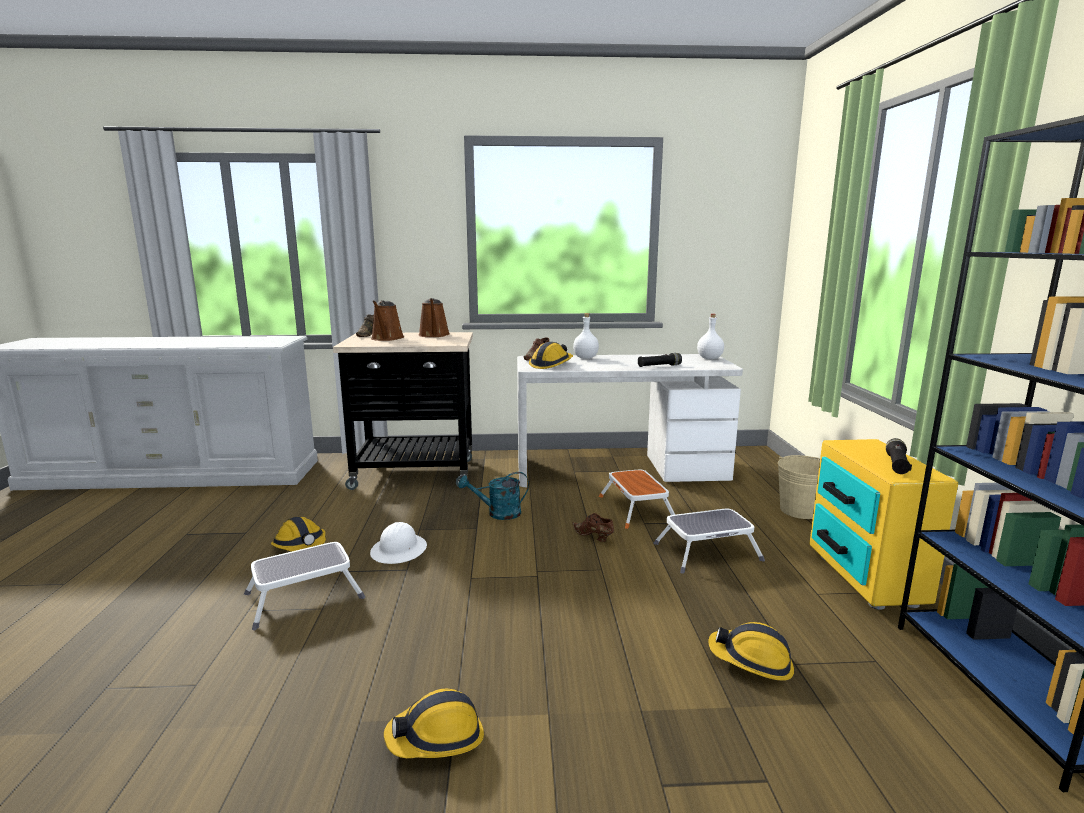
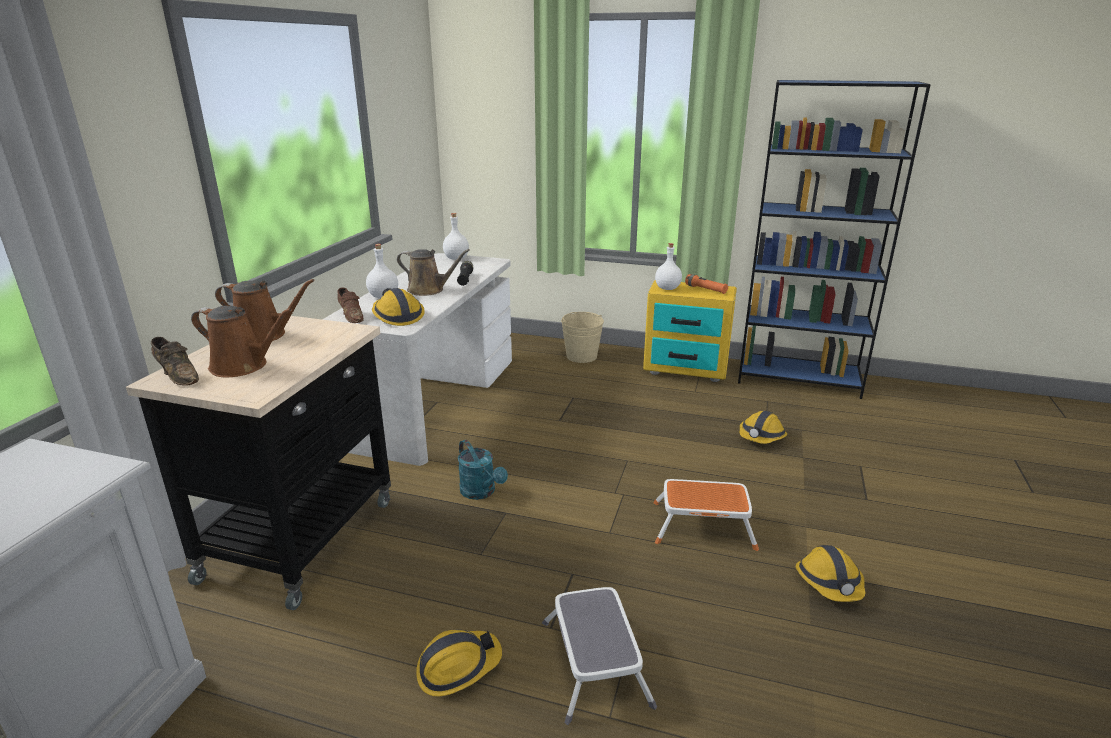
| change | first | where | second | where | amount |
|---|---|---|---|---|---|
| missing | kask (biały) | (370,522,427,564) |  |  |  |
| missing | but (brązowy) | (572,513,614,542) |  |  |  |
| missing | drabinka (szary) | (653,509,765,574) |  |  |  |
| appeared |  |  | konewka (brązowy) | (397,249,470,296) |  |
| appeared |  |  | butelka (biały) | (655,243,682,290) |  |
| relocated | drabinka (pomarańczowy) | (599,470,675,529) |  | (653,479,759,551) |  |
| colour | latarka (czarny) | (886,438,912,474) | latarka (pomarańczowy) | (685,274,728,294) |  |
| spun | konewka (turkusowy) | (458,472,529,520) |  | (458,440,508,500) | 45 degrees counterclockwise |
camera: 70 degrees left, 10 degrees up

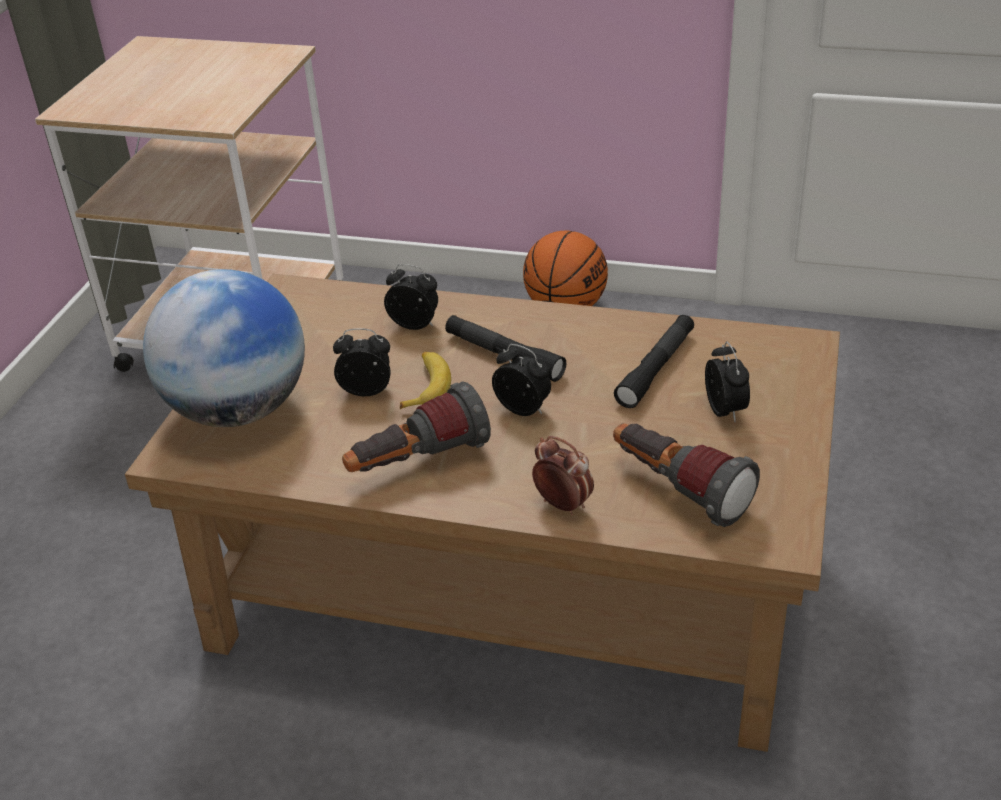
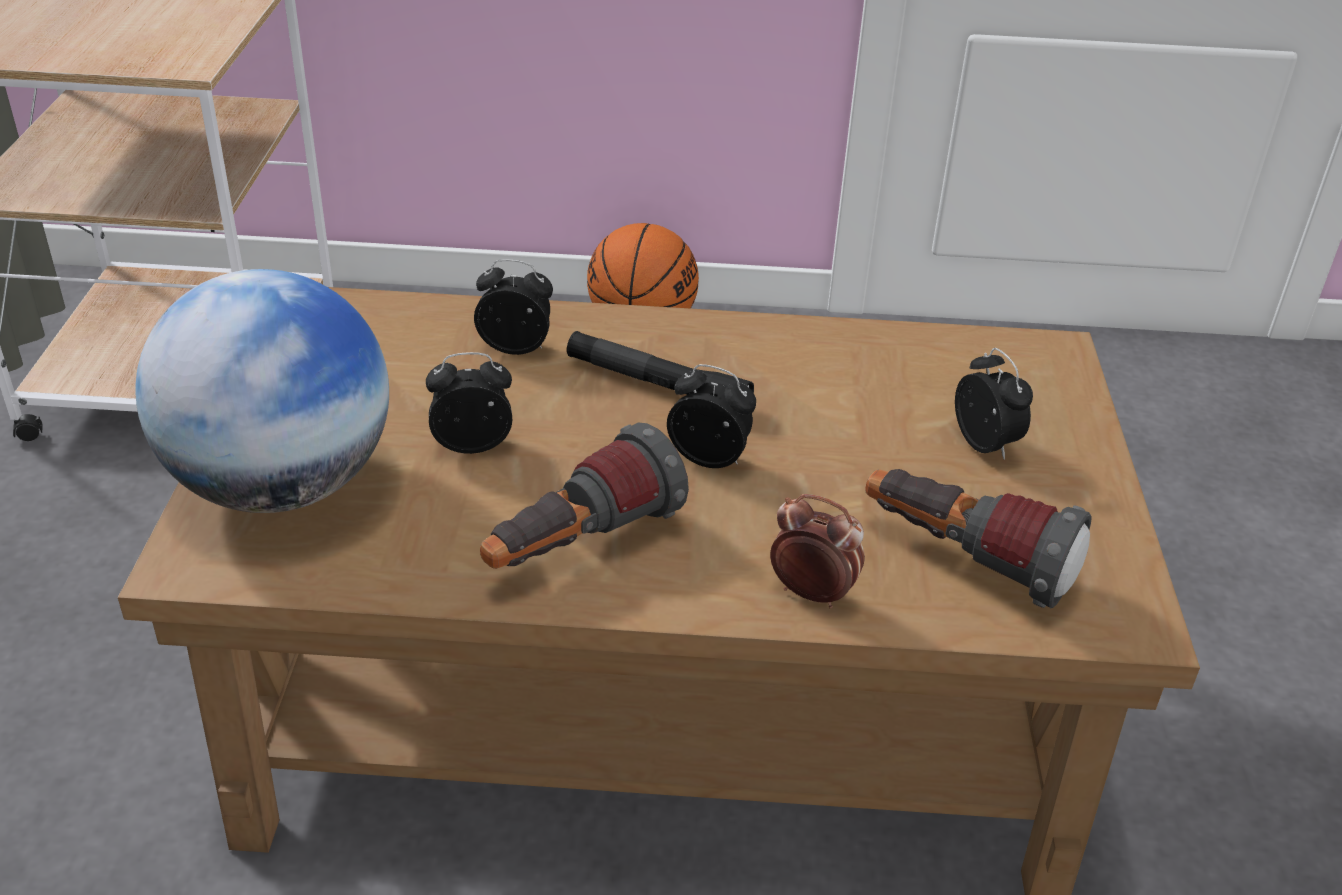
| change | first | where | second | where | amount |
|---|---|---|---|---|---|
| missing | banan | (400,352,451,409) |  |  |  |
| missing | latarka (czarny) | (614,315,694,408) |  |  |  |
camera: 15 degrees left, 0 degrees up

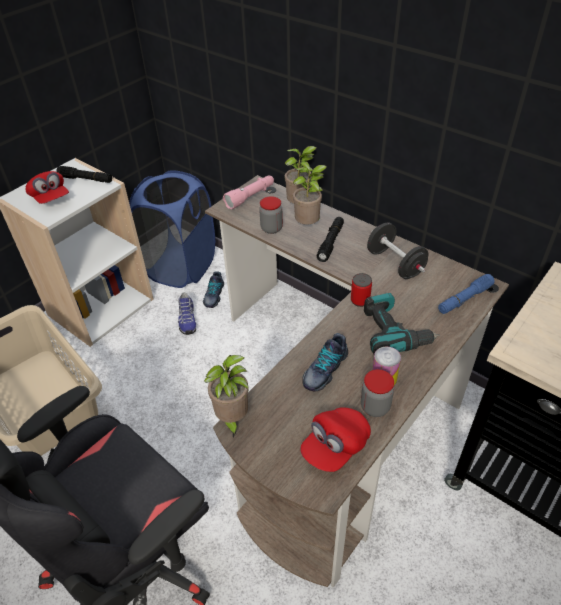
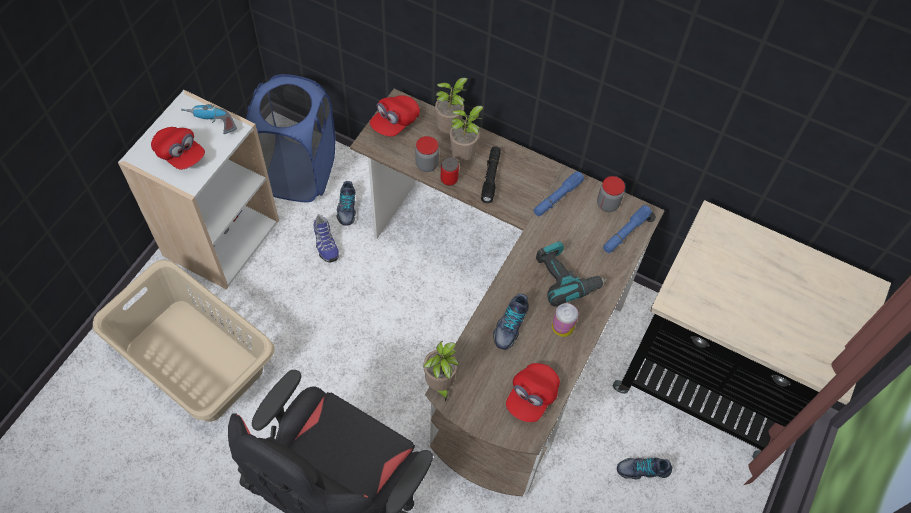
| change | first | where | second | where | amount |
|---|---|---|---|---|---|
| appeared |  |  | but | (617,457,672,480) |  |
| relocated | puszka | (351,273,372,307) |  | (440,157,459,186) |  |
| relocated | słoik | (361,369,394,417) |  | (597,176,625,212) |  |
| exchanged | latarka (czarny) | (56,166,112,183) | wiertarka | (181,104,237,134) |  |
| exchanged | latarka (różowy) | (223,176,274,209) | czapka z daszkiem (czerwony) | (370,95,420,137) |  |
| exchanged | hantel (czarny) | (367,222,428,279) | latarka (niebieski) | (533,171,584,216) |  |
camera: 15 degrees left, 15 degrees up

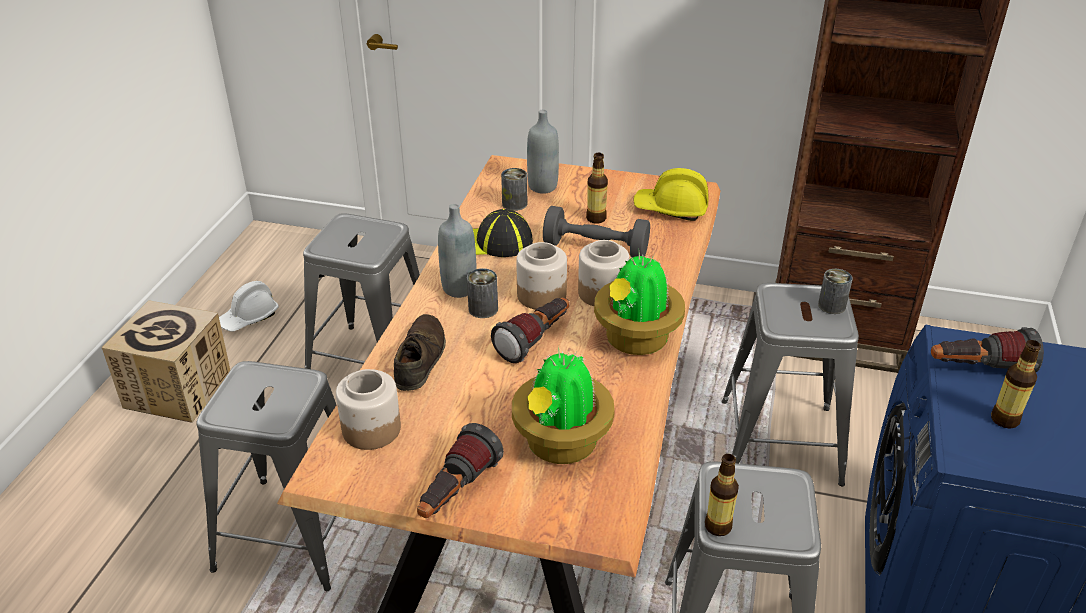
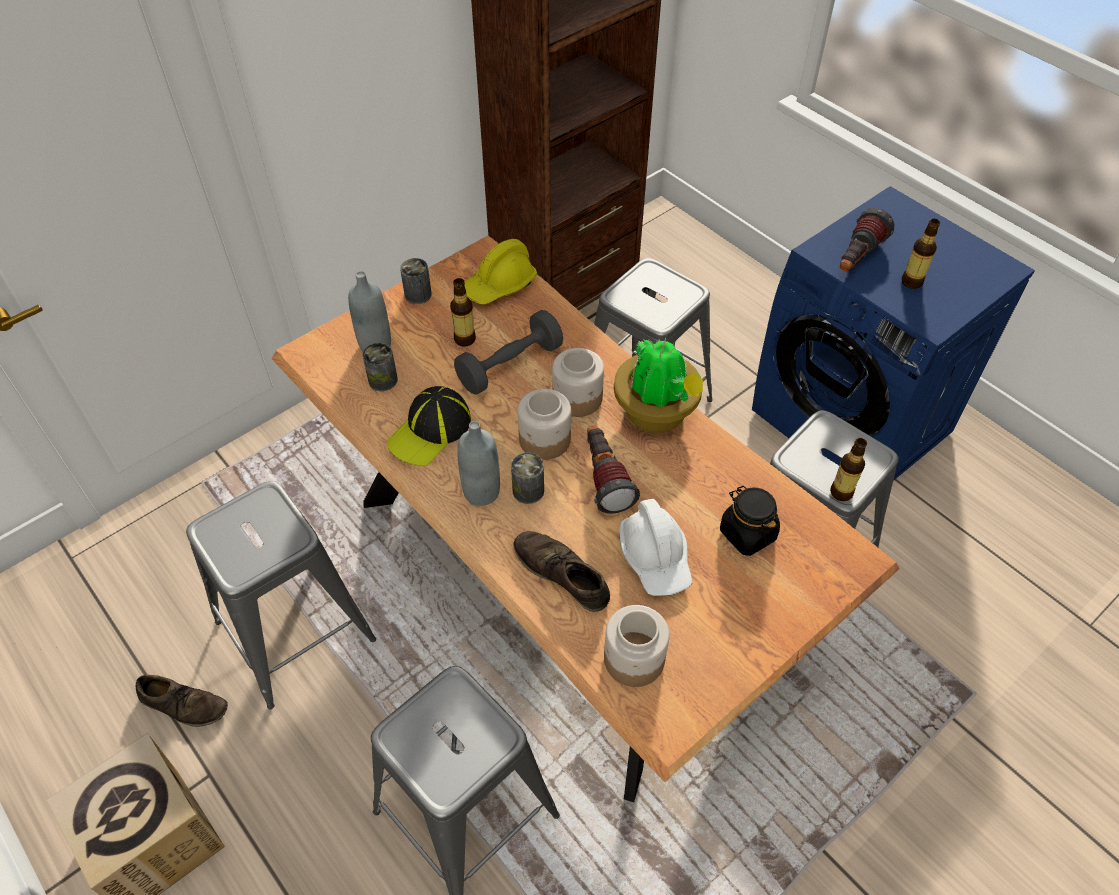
| change | first | where | second | where | amount |
|---|---|---|---|---|---|
| missing | latarka | (417,423,504,518) |  |  |  |
| appeared |  |  | but (brązowy) | (136,675,228,727) |  |
| relocated | kask (biały) | (219,281,279,331) |  | (619,499,692,596) |  |
| relocated | puszka | (818,269,853,314) |  | (400,258,432,304) |  |
| exchanged | roślina doniczkowa | (512,347,615,464) | słoik (czarny) | (720,486,780,556) |  |
camera: 55 degrees left, 15 degrees up

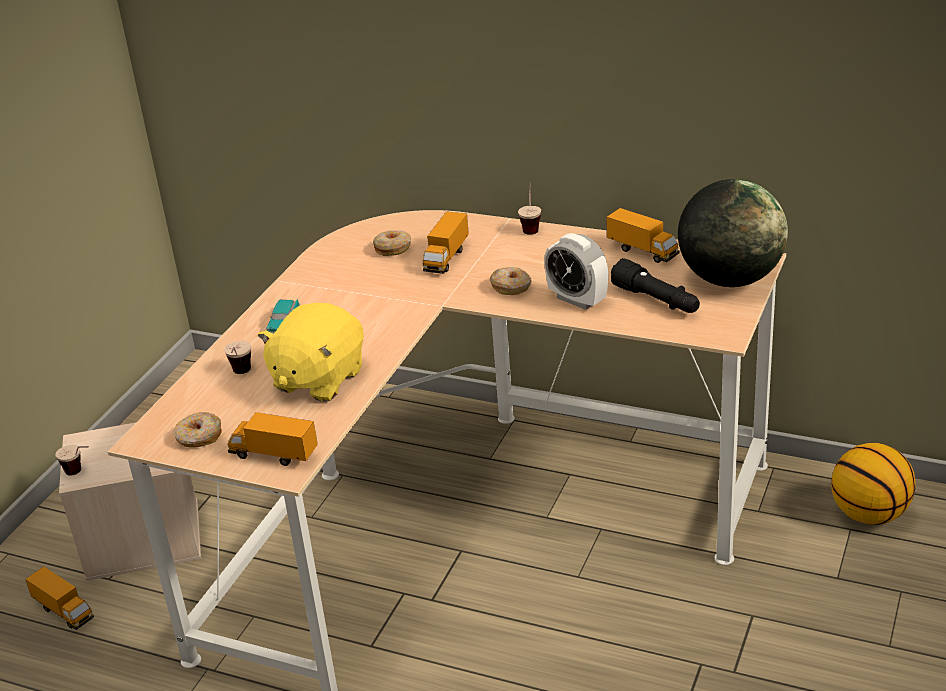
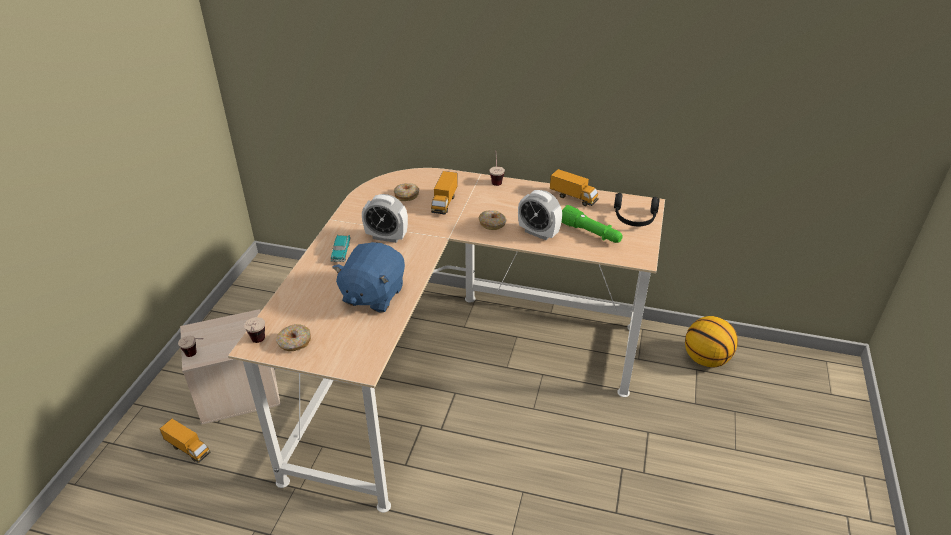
| change | first | where | second | where | amount |
|---|---|---|---|---|---|
| missing | ciężarówka zabawkowa | (228,412,318,466) |  |  |  |
| appeared |  |  | budzik | (362,194,408,243) |  |
| relocated | filiżanka | (224,341,251,374) |  | (244,317,265,343) |  |
| exchanged | globus | (678,179,788,287) | słuchawki (czarny) | (614,193,659,226) |  |
| colour | pluszak (żółty) | (257,303,364,402) | pluszak (niebieski) | (332,242,405,313) |  |
| colour | latarka (czarny) | (611,258,700,313) | latarka (zielony) | (562,205,623,243) |  |
camera: 10 degrees left, 5 degrees up

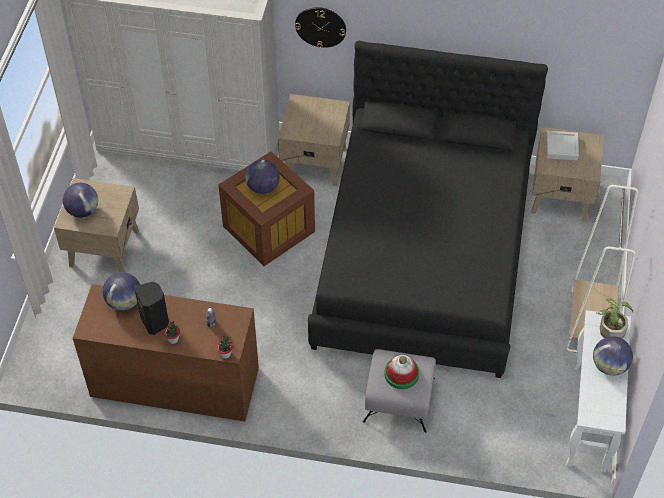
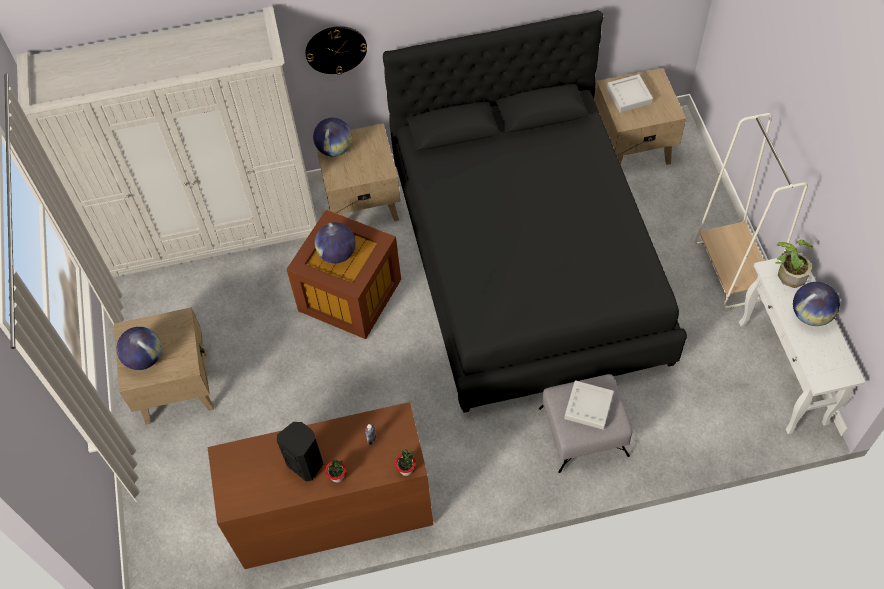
| change | first | where | second | where | amount |
|---|---|---|---|---|---|
| relocated | globus | (103,272,140,311) |  | (313,118,352,157) |  |
| exchanged | kapelusz | (384,355,419,389) | taca (szary) | (564,381,614,430) |  |
camera: 20 degrees left, 5 degrees up

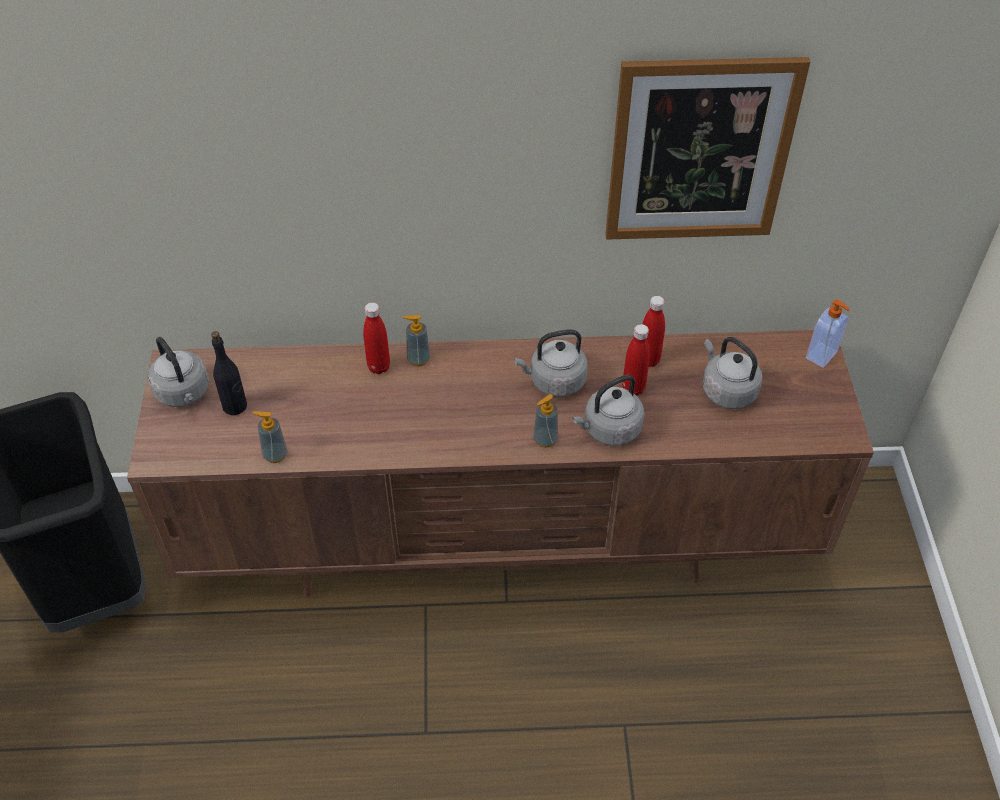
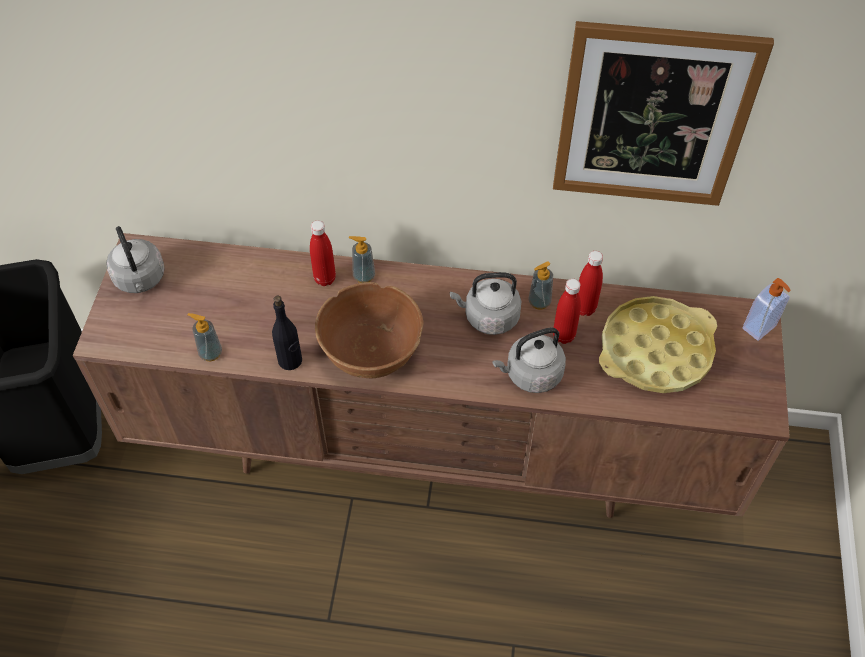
| change | first | where | second | where | amount |
|---|---|---|---|---|---|
| appeared |  |  | miska (brązowy) | (315,282,424,378) |  |
| relocated | butelka (czarny) | (211,331,247,415) |  | (272,296,302,370) |  |
| relocated | dozownik mydła | (533,394,558,448) |  | (529,261,553,310) |  |
| exchanged | czajnik (szary) | (703,337,762,409) | taca (żółty) | (599,296,717,393) |  |
camera: 10 degrees right, 5 degrees up

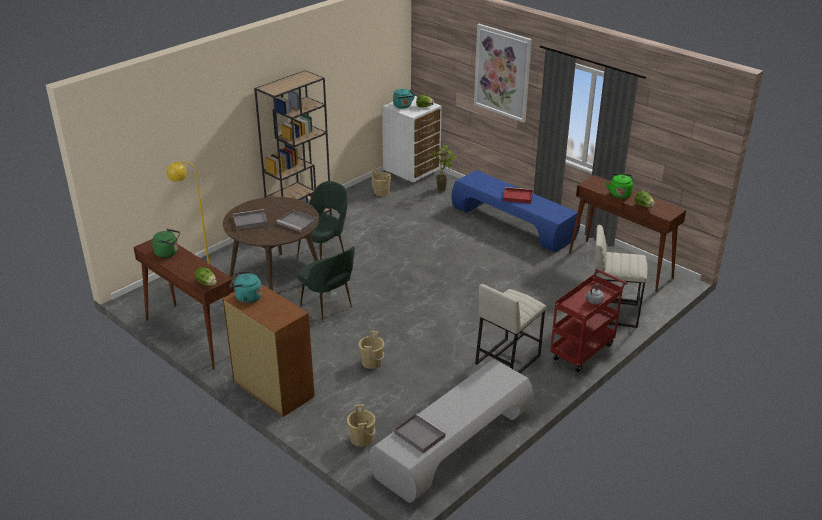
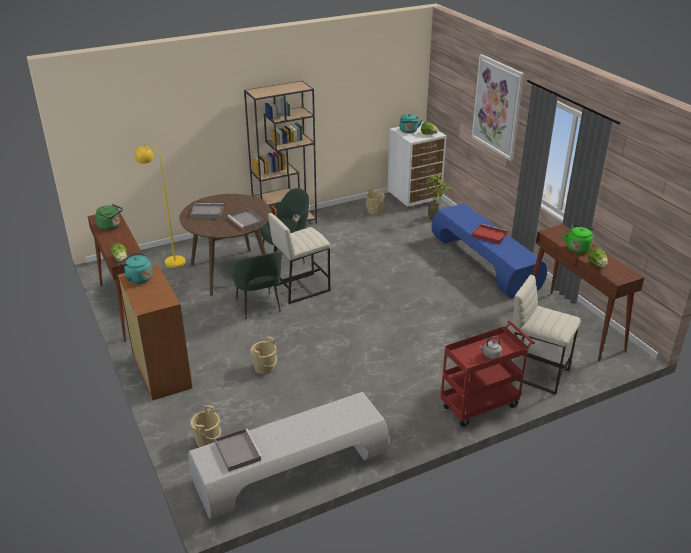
| change | first | where | second | where | amount |
|---|---|---|---|---|---|
| relocated | stołek (beżowy) | (475,284,546,373) |  | (268,213,330,304) |  |
camera: 20 degrees right, 0 degrees up

